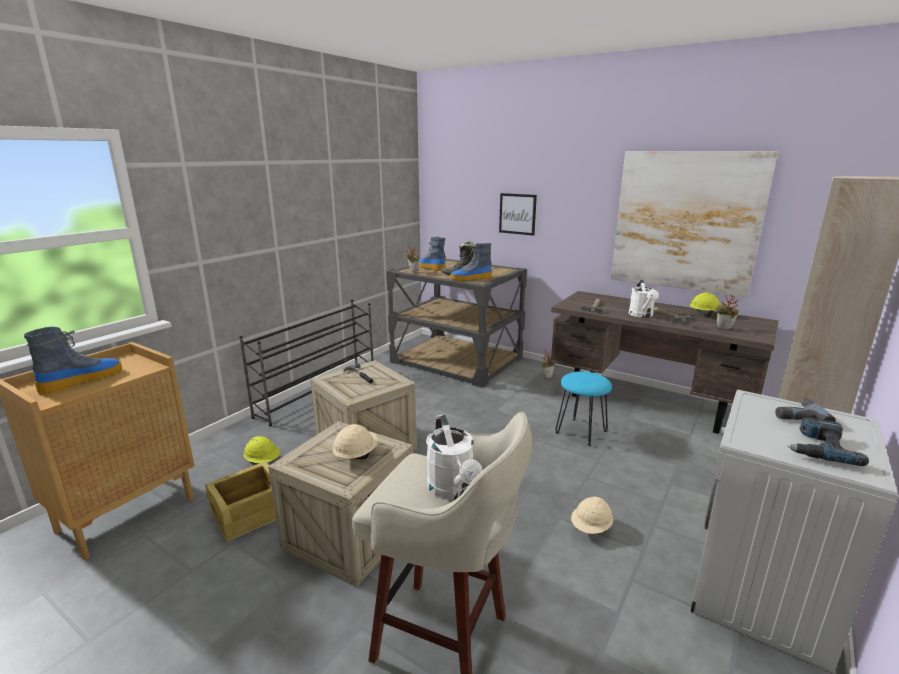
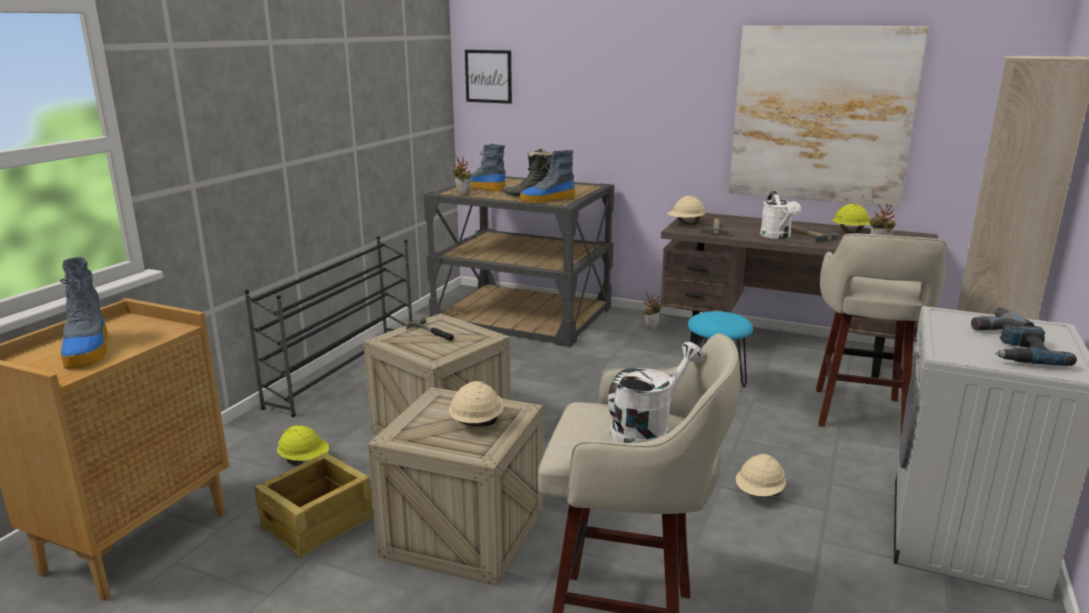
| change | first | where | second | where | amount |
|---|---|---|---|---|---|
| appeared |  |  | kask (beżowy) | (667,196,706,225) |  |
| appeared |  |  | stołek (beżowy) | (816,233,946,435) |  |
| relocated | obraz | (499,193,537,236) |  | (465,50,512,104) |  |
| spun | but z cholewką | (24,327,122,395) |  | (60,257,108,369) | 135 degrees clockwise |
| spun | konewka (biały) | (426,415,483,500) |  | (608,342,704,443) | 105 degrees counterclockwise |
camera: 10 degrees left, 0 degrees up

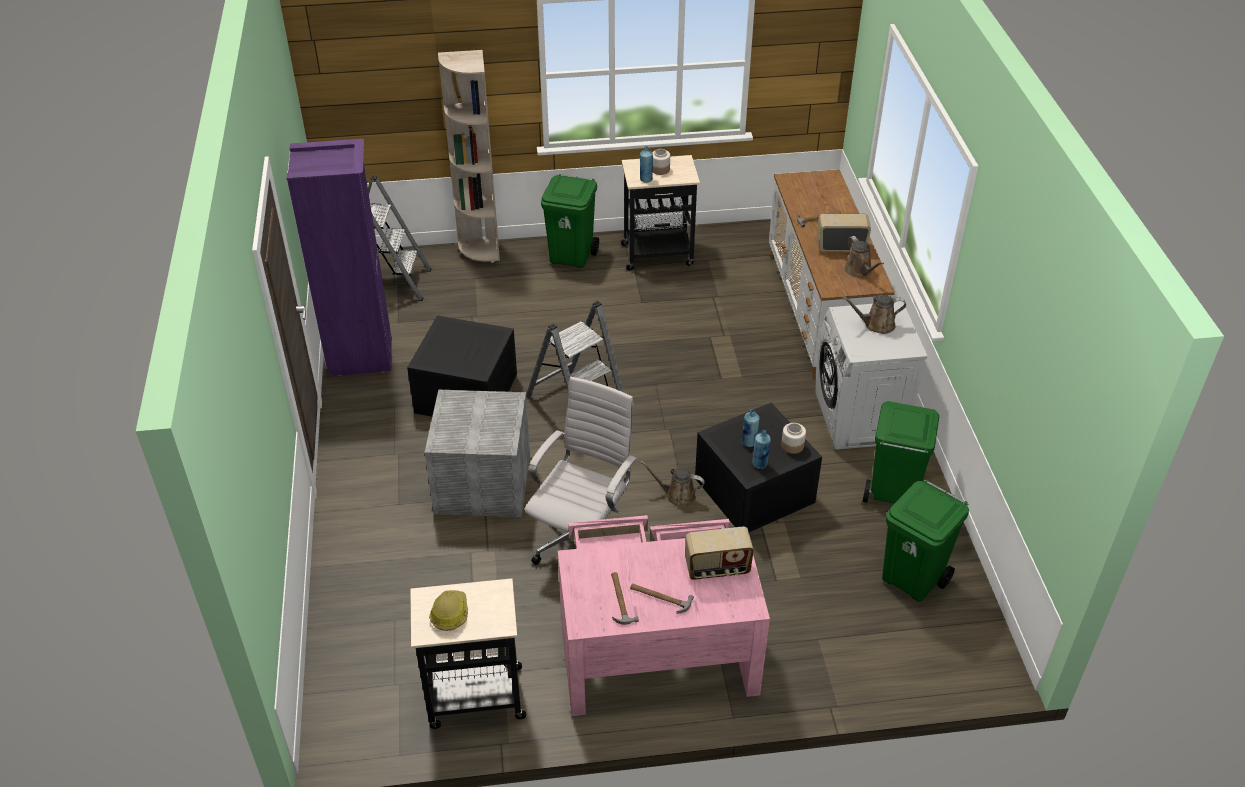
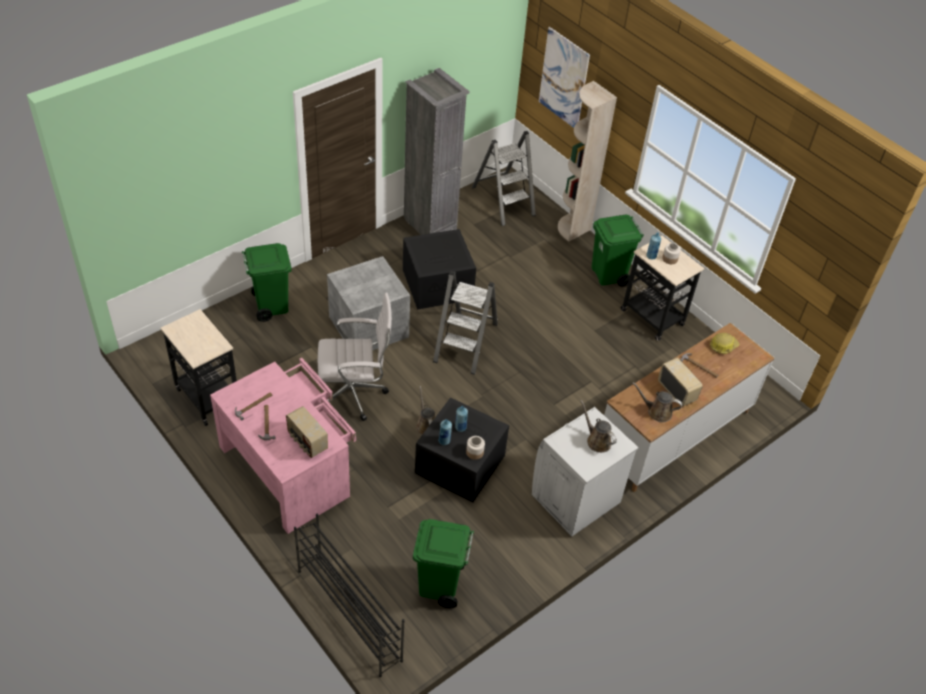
| change | first | where | second | where | amount |
|---|---|---|---|---|---|
| appeared |  |  | regał na buty (czarny) | (294,514,405,677) |  |
| appeared |  |  | obraz | (539,27,590,128) |  |
| relocated | kask | (429,590,468,631) |  | (710,333,739,354) |  |
| relocated | kosz na śmieci (zielony) | (862,401,939,504) |  | (242,243,292,322) |  |
| colour | szafka (fioletowy) | (286,139,392,376) | szafka (szary) | (404,68,470,235) |  |
| spun | konewka (brązowy) | (844,236,884,278) |  | (632,382,682,422) | 75 degrees clockwise |
camera: 55 degrees right, 5 degrees up

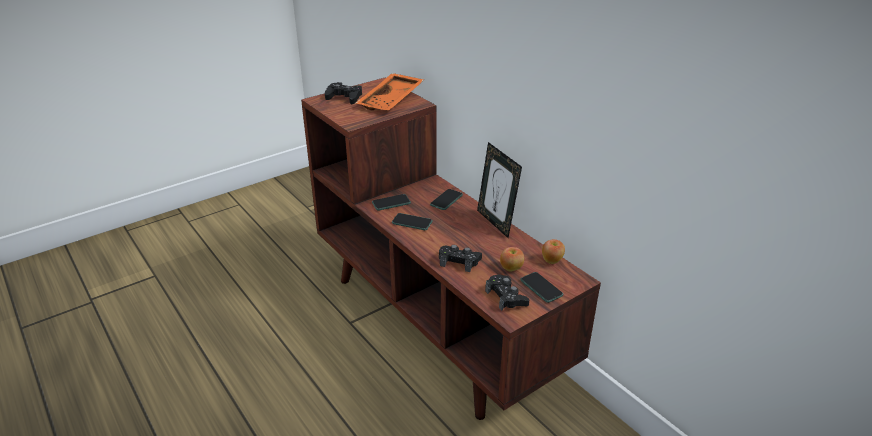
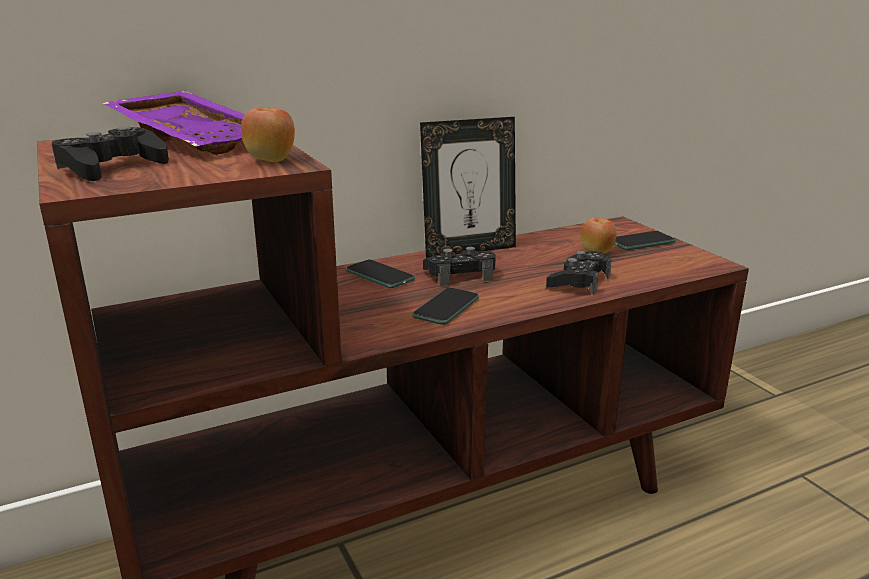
| change | first | where | second | where | amount |
|---|---|---|---|---|---|
| missing | telefon | (372,194,411,211) |  |  |  |
| relocated | pad do gier (czarny) | (485,274,529,311) |  | (423,247,496,286) |  |
| relocated | jabłko | (542,239,565,264) |  | (241,107,295,162) |  |
| colour | taca (pomarańczowy) | (356,73,424,110) | taca (fioletowy) | (102,91,245,155) |  |
camera: 80 degrees left, 10 degrees down

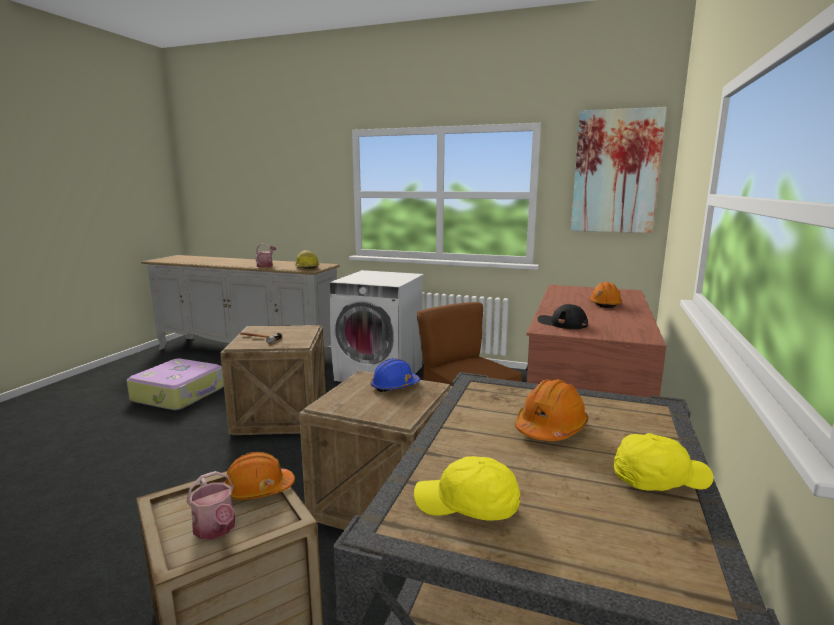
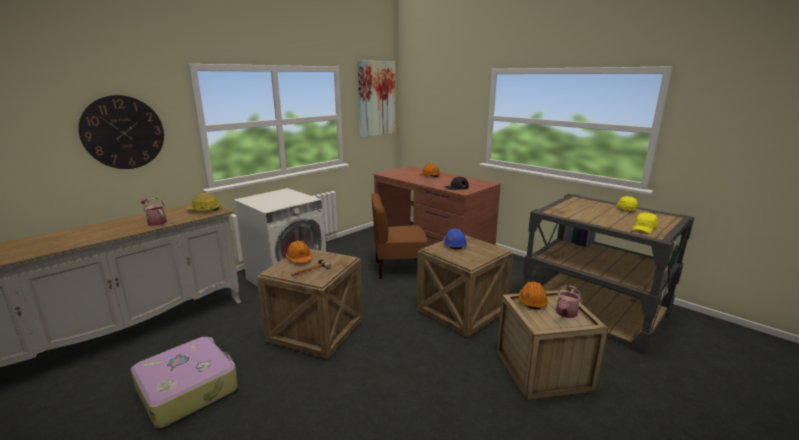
| change | first | where | second | where | amount |
|---|---|---|---|---|---|
| appeared |  |  | zegar ścienny | (78,95,164,169) |  |
| relocated | kask (pomarańczowy) | (515,379,588,441) |  | (286,241,312,263) |  |
| spun | konewka | (186,471,235,539) |  | (556,285,581,318) | 135 degrees clockwise |
camera: 65 degrees left, 5 degrees up

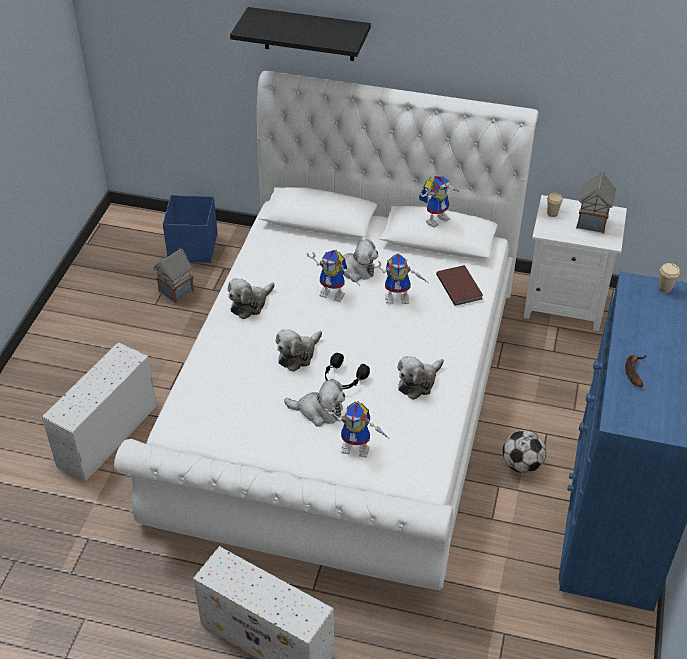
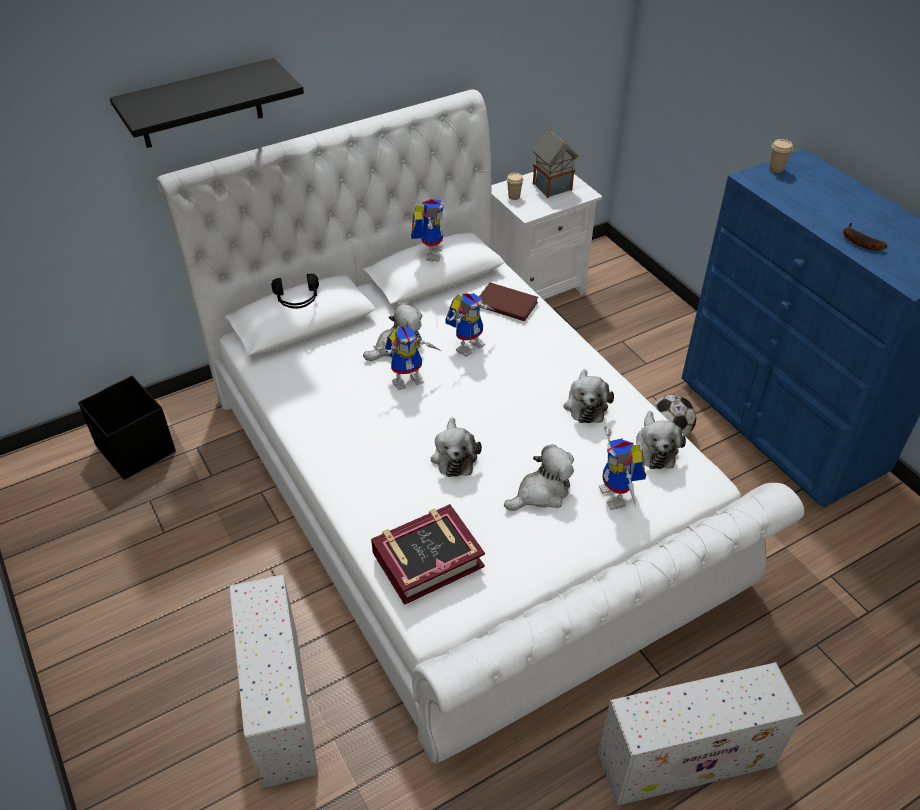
| change | first | where | second | where | amount |
|---|---|---|---|---|---|
| missing | domek | (153,248,194,304) |  |  |  |
| appeared |  |  | książka | (371,504,485,605) |  |
| relocated | pluszak | (228,278,275,319) |  | (636,411,686,469) |  |
| relocated | słuchawki (czarny) | (325,353,370,389) |  | (271,274,319,309) |  |
| colour | pojemnik do przechowywania (niebieski) | (163,195,217,263) | pojemnik do przechowywania (czarny) | (78,376,176,480) |  |
| spun | robot zabawkowy | (325,401,390,458) |  | (599,425,646,510) | 105 degrees clockwise |
camera: 45 degrees left, 0 degrees up

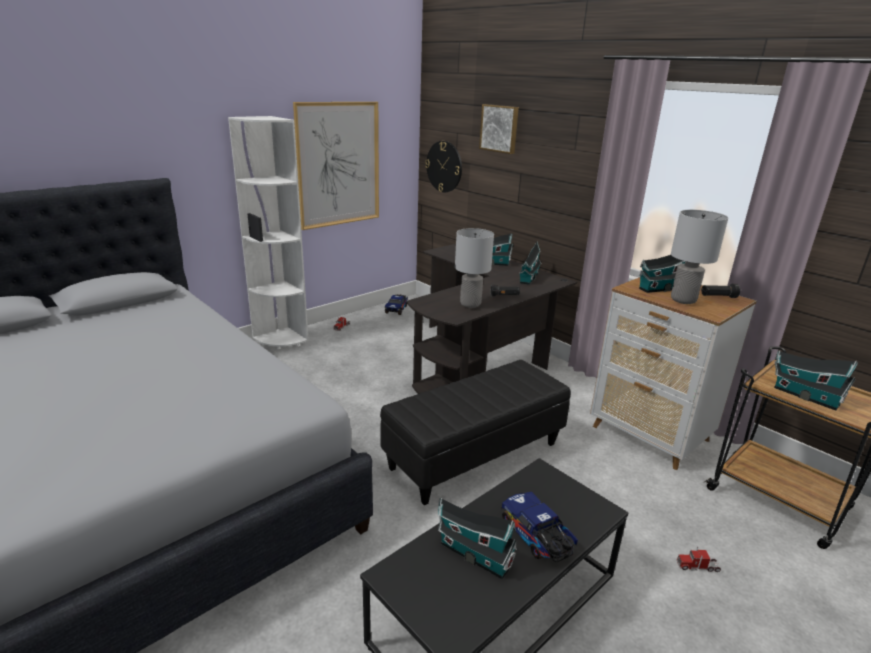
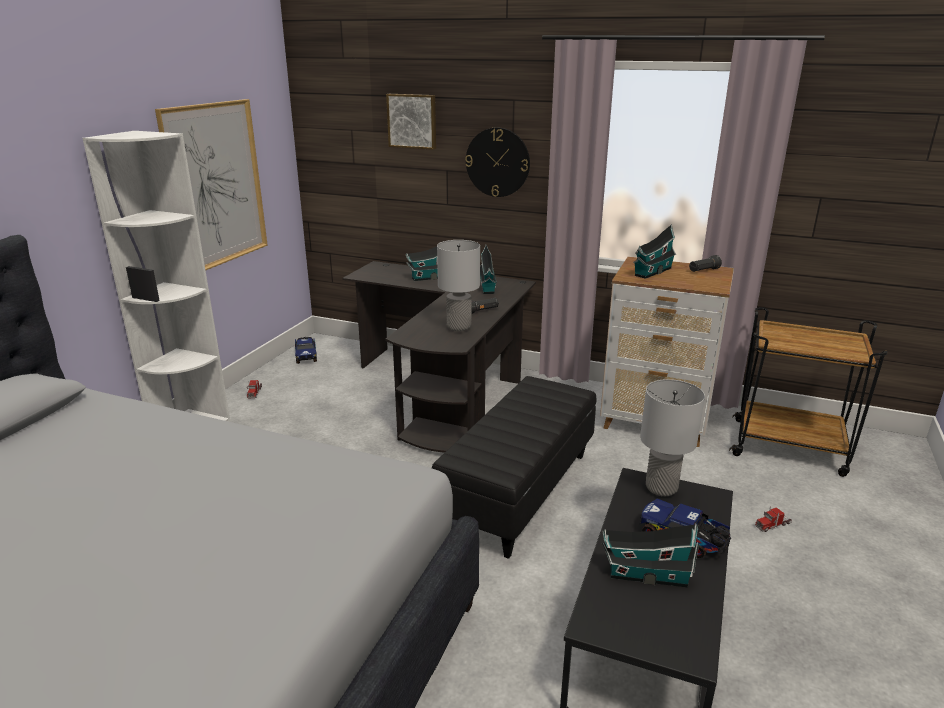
| change | first | where | second | where | amount |
|---|---|---|---|---|---|
| missing | domek | (774,350,858,411) |  |  |  |
| relocated | zegar ścienny | (425,141,462,193) |  | (465,127,530,197) |  |
| relocated | lampa stołowa (szary) | (671,210,728,304) |  | (640,379,705,497) |  |
camera: 25 degrees left, 0 degrees up

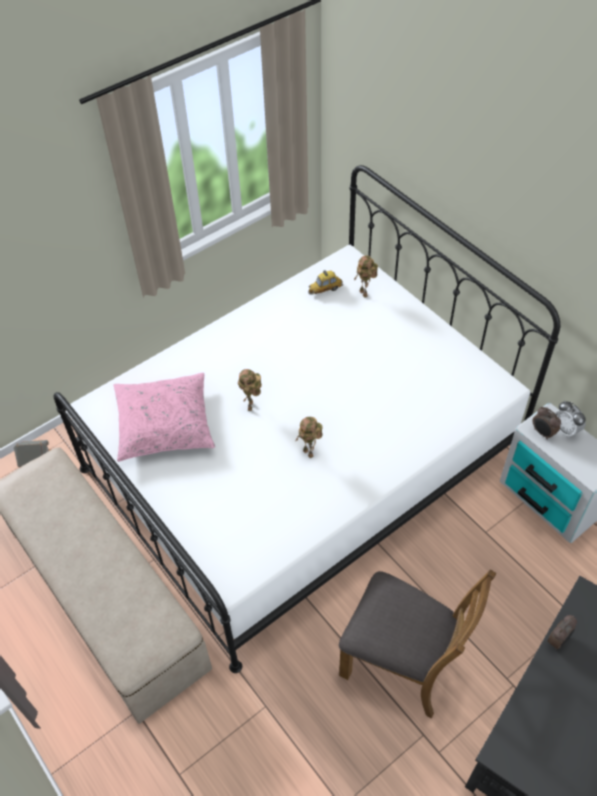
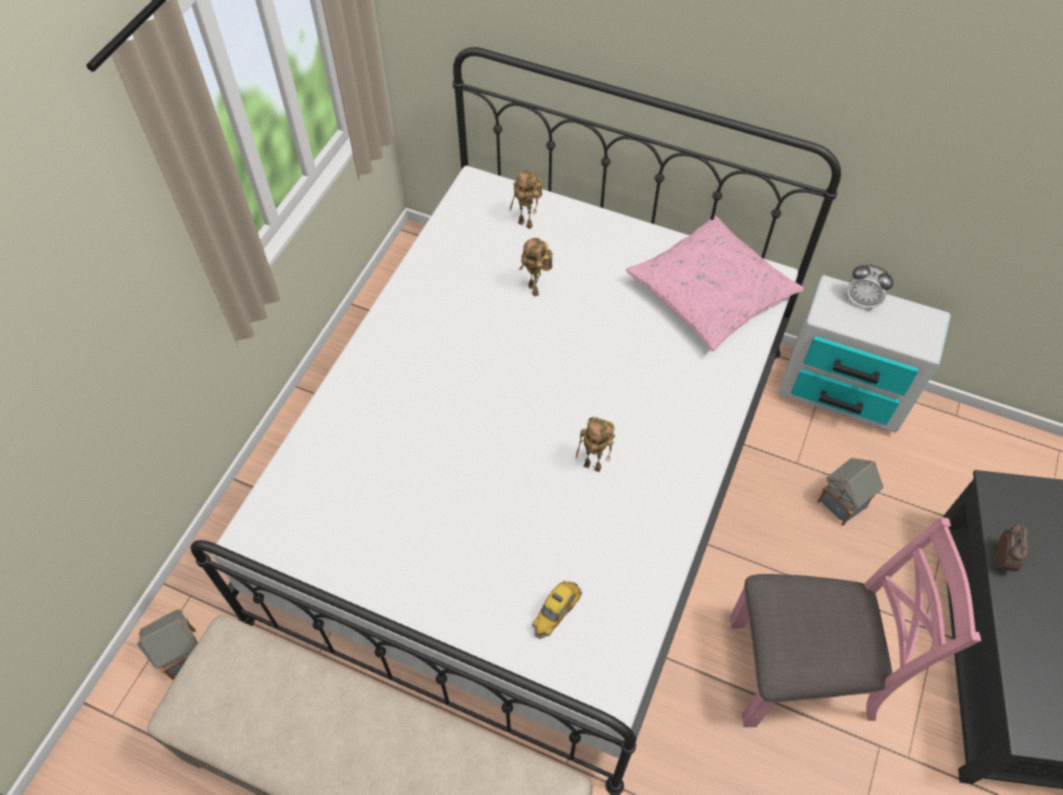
| change | first | where | second | where | amount |
|---|---|---|---|---|---|
| missing | budzik | (533,407,561,440) |  |  |  |
| appeared |  |  | domek | (817,458,883,526) |  |
| relocated | poduszka (różowy) | (114,373,215,462) |  | (626,216,804,351) |  |
| relocated | robot zabawkowy | (238,369,262,411) |  | (519,238,553,297) |  |
| relocated | samochodzik | (308,270,343,295) |  | (532,580,582,639) |  |
| colour | krzesło (brązowy) | (339,569,496,718) | krzesło (różowy) | (730,517,981,727) |  |
camera: 30 degrees left, 5 degrees up

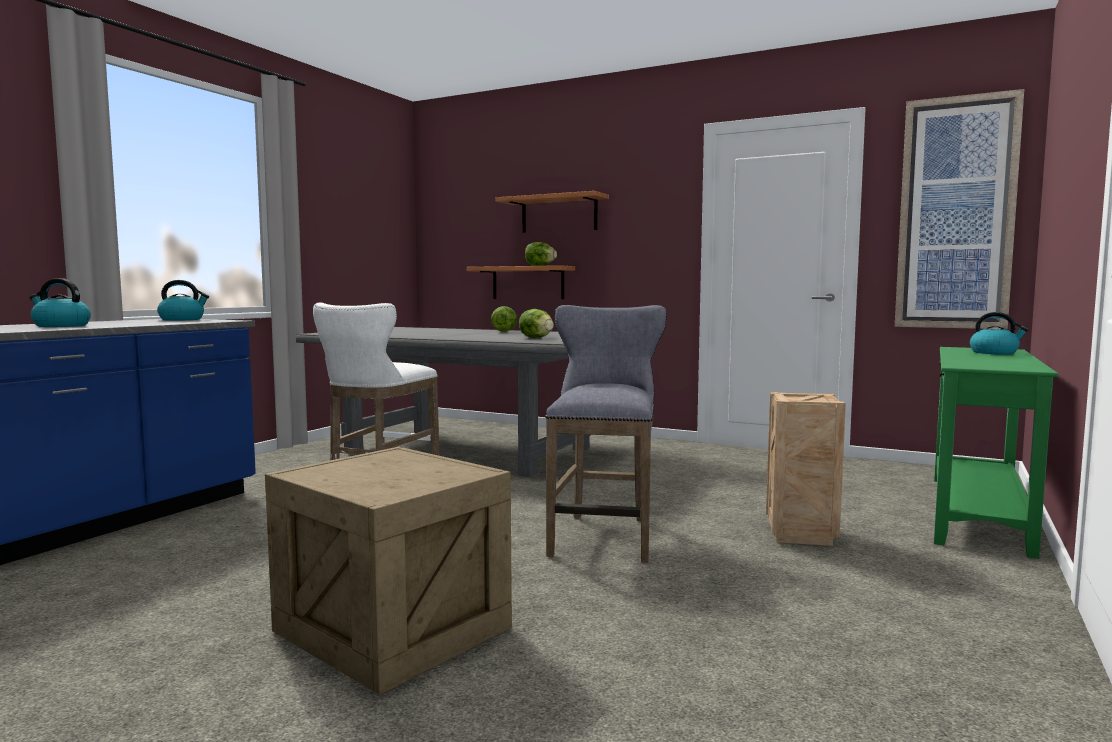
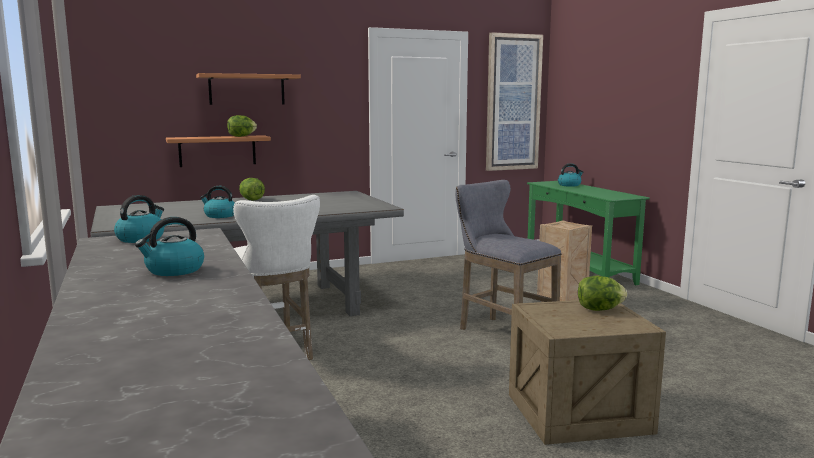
| change | first | where | second | where | amount |
|---|---|---|---|---|---|
| appeared |  |  | czajnik | (200,186,235,218) |  |
| relocated | sałata | (519,309,554,338) |  | (578,276,627,311) |  |
camera: 50 degrees left, 5 degrees up

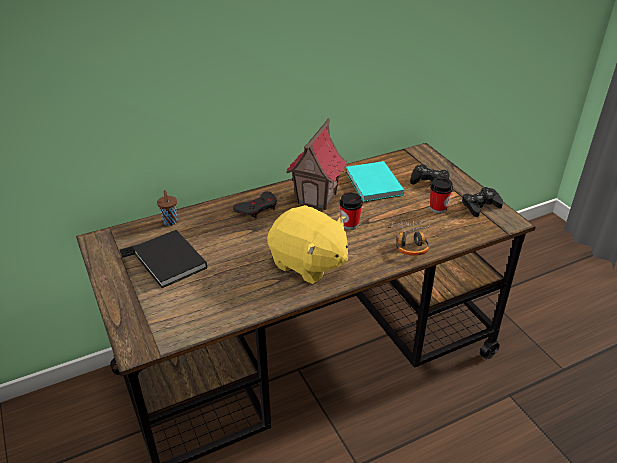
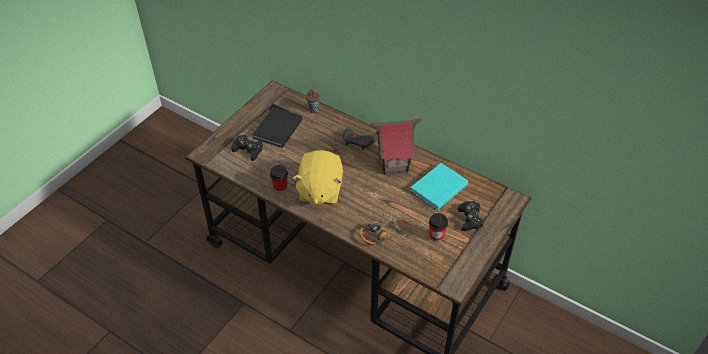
| change | first | where | second | where | amount |
|---|---|---|---|---|---|
| relocated | filiżanka | (339,193,363,230) |  | (270,165,288,193) |  |
| relocated | pad do gier (czarny) | (462,187,503,217) |  | (231,134,263,161) |  |
camera: 60 degrees right, 10 degrees up

